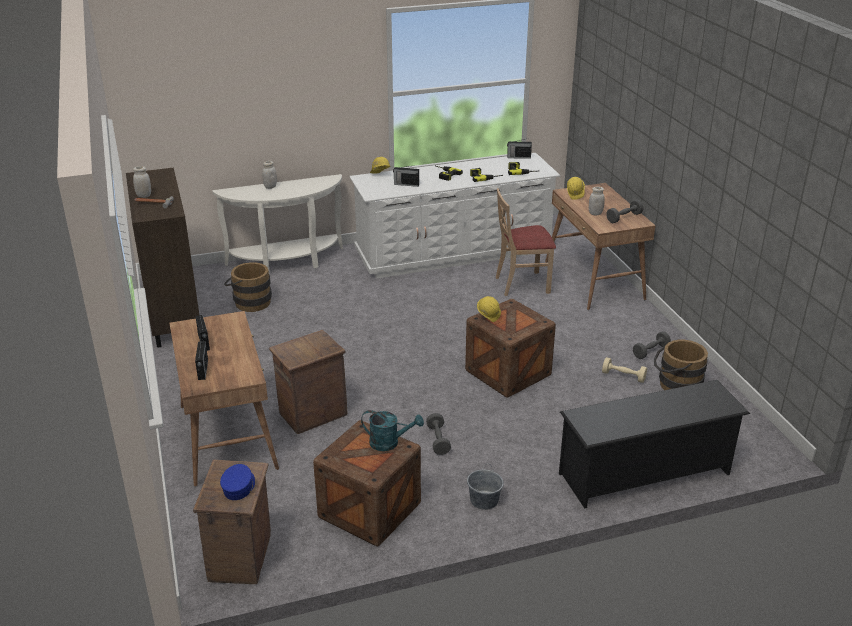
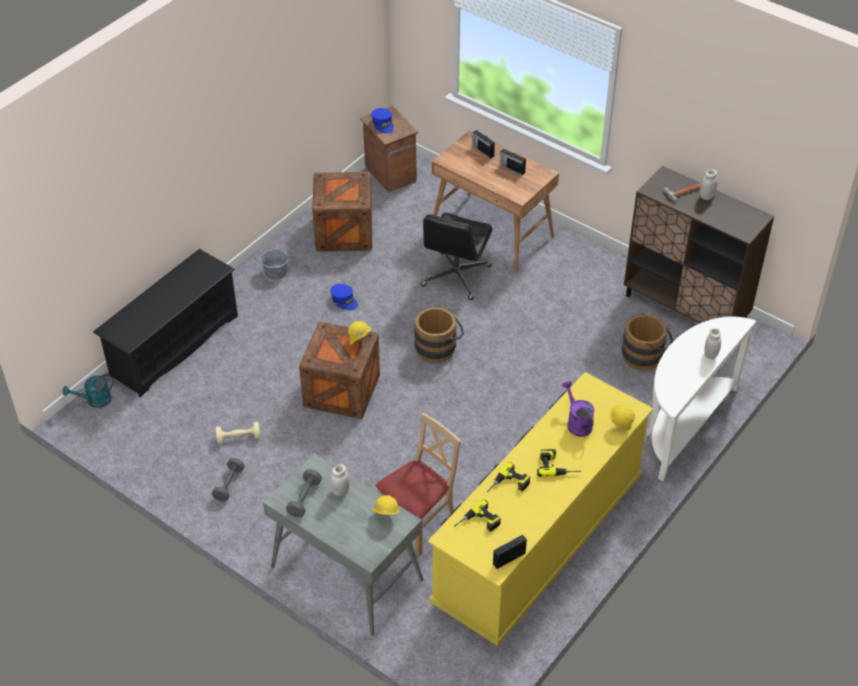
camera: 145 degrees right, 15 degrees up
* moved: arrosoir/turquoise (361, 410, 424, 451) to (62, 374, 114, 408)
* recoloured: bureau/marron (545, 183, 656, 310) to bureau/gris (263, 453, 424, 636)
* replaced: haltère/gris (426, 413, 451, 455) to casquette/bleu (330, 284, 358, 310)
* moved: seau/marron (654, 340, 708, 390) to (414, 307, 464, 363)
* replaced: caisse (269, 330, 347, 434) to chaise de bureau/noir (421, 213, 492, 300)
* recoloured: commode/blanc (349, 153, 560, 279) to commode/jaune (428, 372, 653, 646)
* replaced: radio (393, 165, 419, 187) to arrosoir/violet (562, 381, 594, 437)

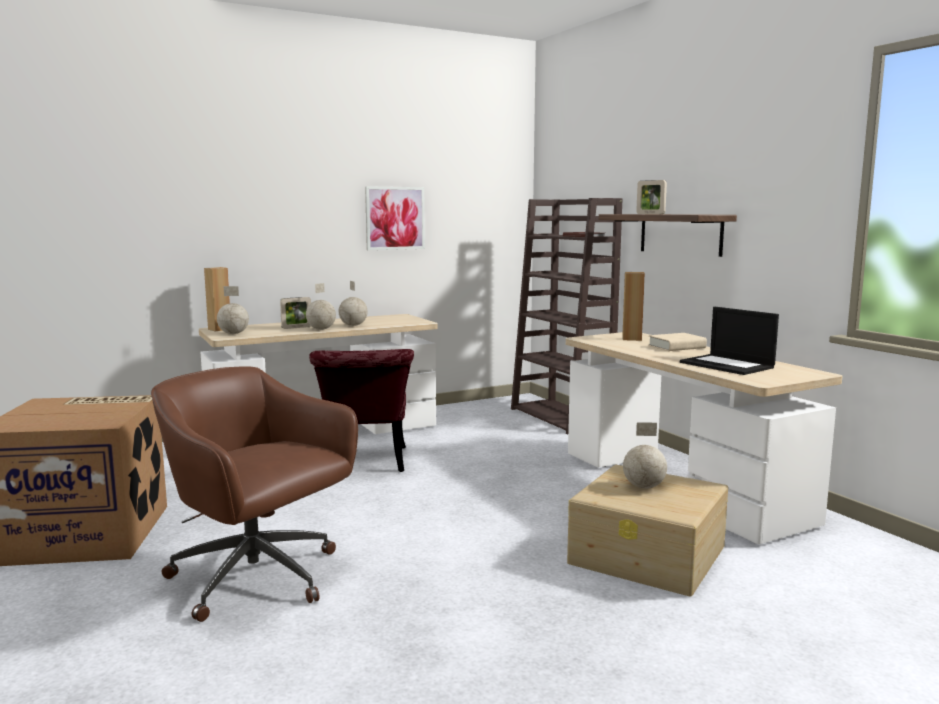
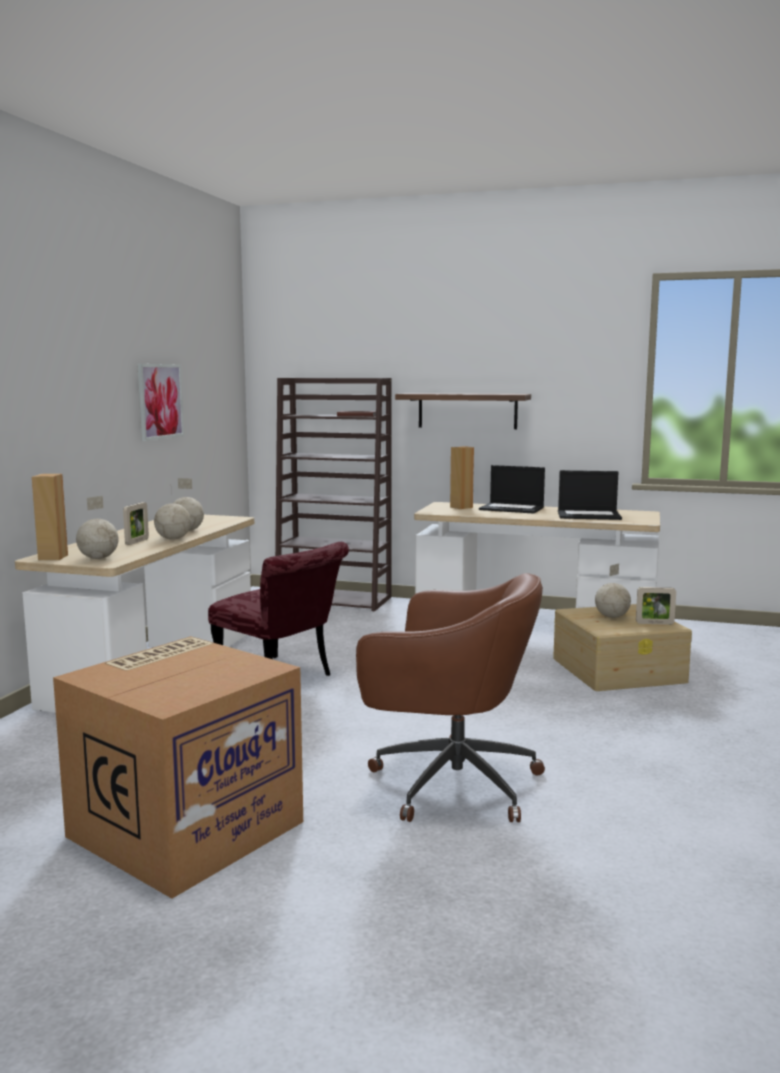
camera: 45 degrees left, 0 degrees up
* turned: chaise de bureau/marron (151, 366, 358, 622) = (356, 573, 545, 822) 150 degrees counterclockwise
* replaced: livre/beige (648, 333, 707, 351) to ordinateur portable (479, 465, 545, 514)
* moved: cadre photo (636, 180, 667, 214) to (636, 587, 676, 625)

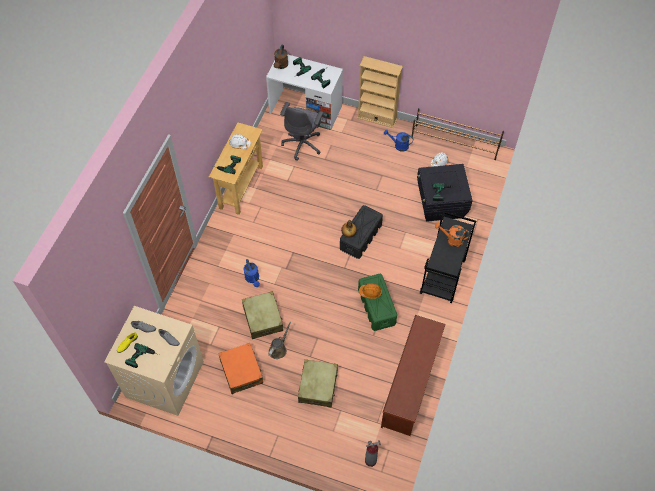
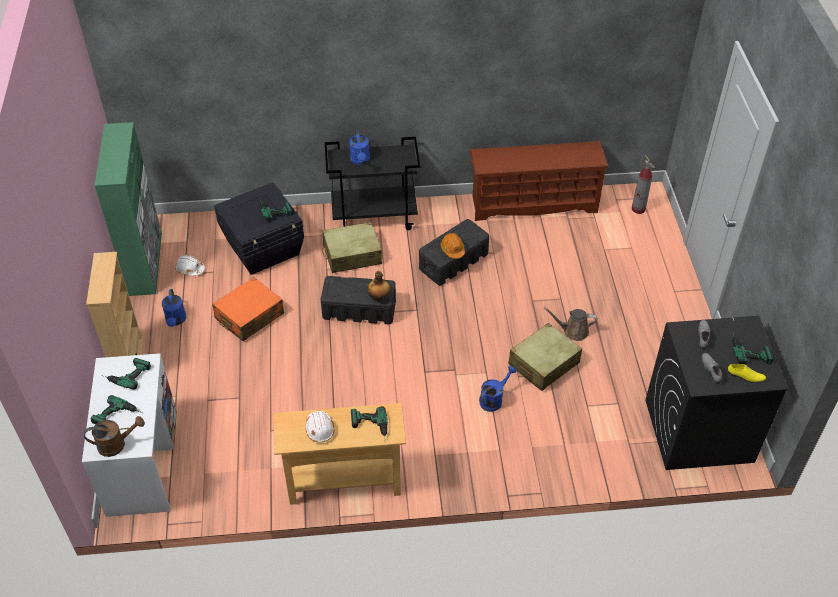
camera: 115 degrees left, 10 degrees down
* replaced: étagère à chaussures/marron (412, 108, 504, 160) to meuble de rangement/vert (95, 122, 162, 296)
* moved: valise/orange (218, 343, 263, 394) to (212, 277, 284, 341)
* moved: valise/beige (298, 359, 338, 408) to (322, 222, 382, 273)
* recoloured: arrosoir/orange (435, 222, 470, 247) to arrosoir/bleu (349, 129, 370, 165)
* recoloured: boîte de rangement/vert (358, 274, 397, 331) to boîte de rangement/noir (419, 219, 489, 286)
* recoloured: lave-linge/beige (104, 306, 204, 416) to lave-linge/noir (646, 316, 789, 470)
* removed: chaise de bureau/gris (280, 102, 324, 161)

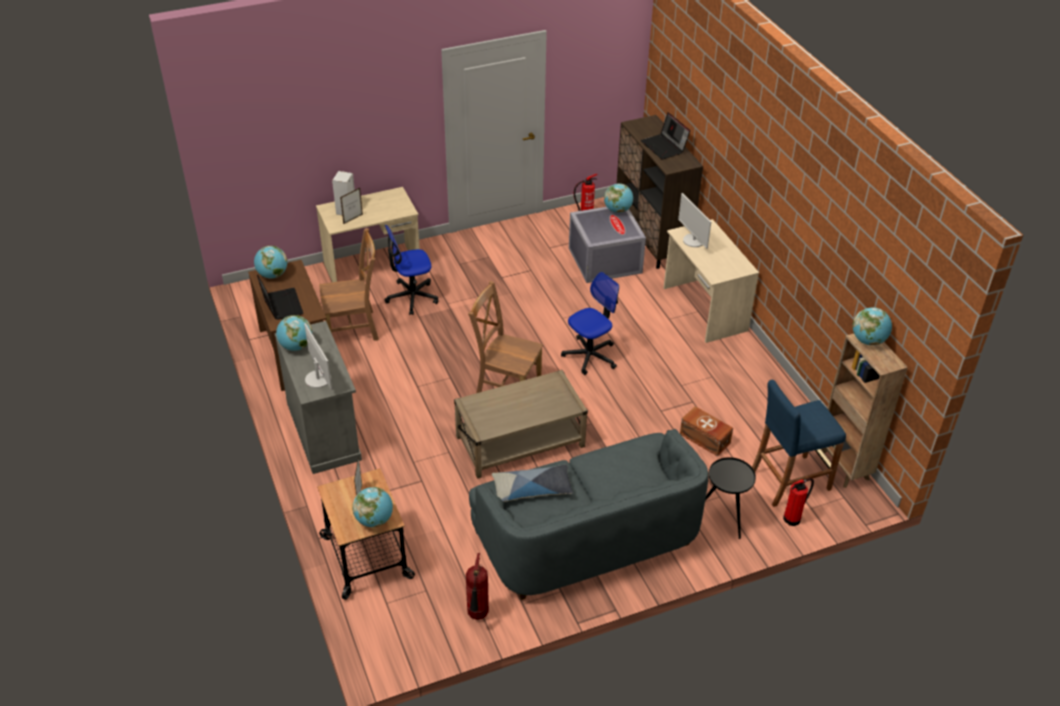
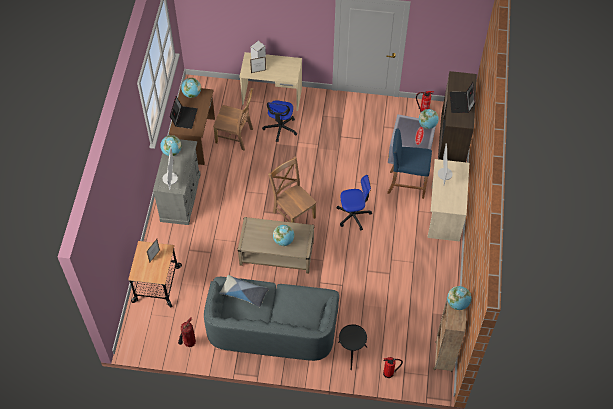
camera: 30 degrees right, 15 degrees up
* turned: chaise de bureau (385, 225, 438, 315) = (262, 100, 298, 142) 90 degrees counterclockwise
* moved: globe (352, 487, 393, 527) to (273, 225, 294, 246)
* moved: tabouret/bleu (752, 380, 846, 507) to (387, 128, 432, 199)
* removed: boîte de rangement/marron (680, 406, 733, 456)

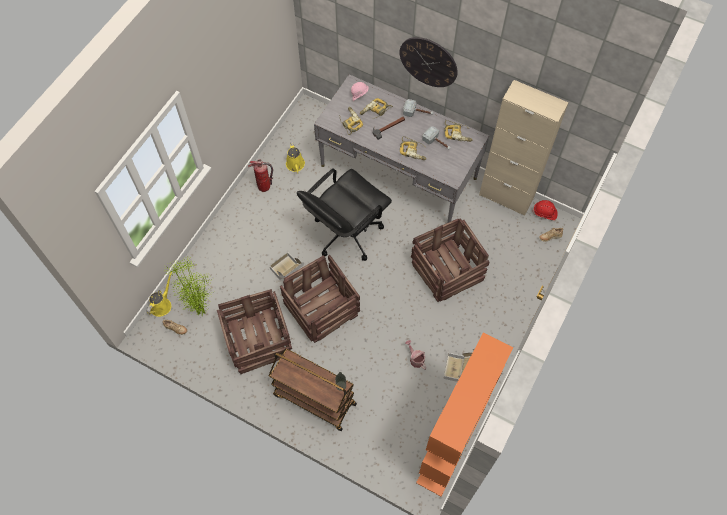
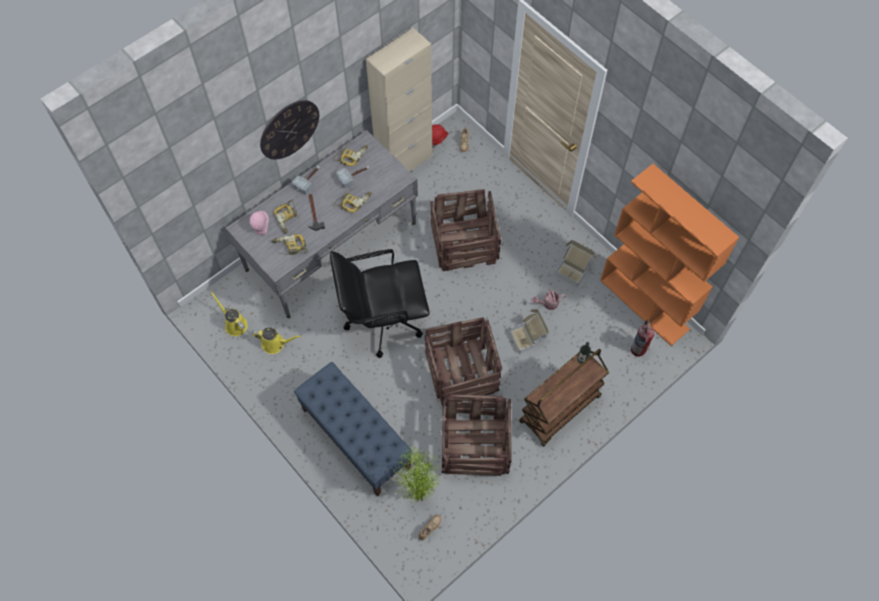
camera: 70 degrees left, 0 degrees up
* moved: arrosoir/jaune (147, 272, 172, 317) to (210, 291, 248, 336)
* added: banc/bleu (294, 362, 413, 497)
* turned: chaise de bureau/noir (297, 168, 392, 261) = (330, 249, 429, 358) 105 degrees clockwise
* moved: carton (270, 252, 304, 280) to (509, 309, 549, 354)
* moved: extincteur (248, 159, 273, 192) to (631, 320, 654, 357)

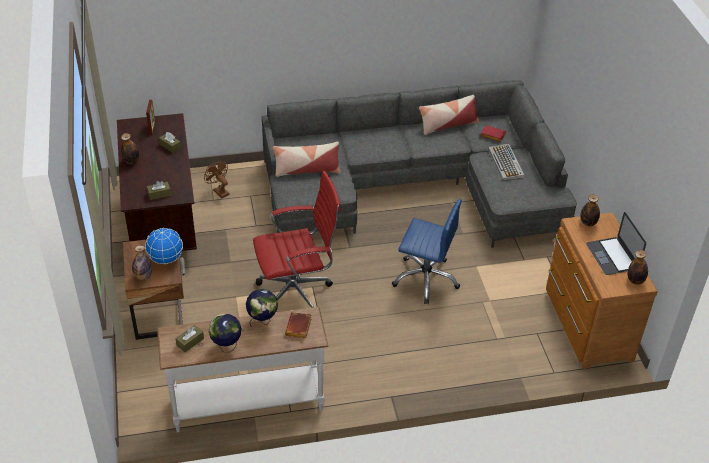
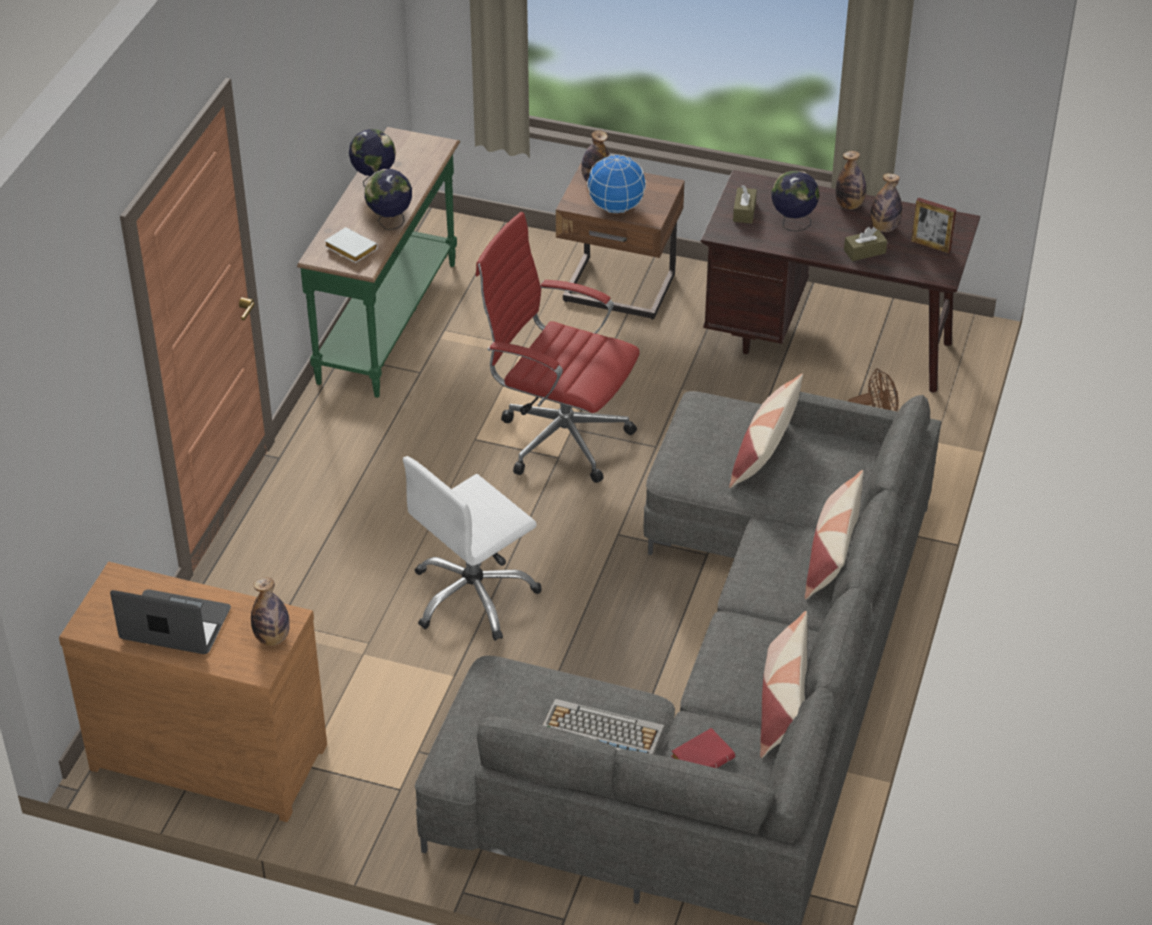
camera: 120 degrees right, 0 degrees up
* recoloured: table console/blanc (157, 307, 329, 432) to table console/vert (297, 127, 460, 398)
* recoloured: livre/marron (285, 312, 312, 338) to livre/blanc (324, 227, 378, 263)
* recoloured: chaise de bureau/bleu (392, 199, 462, 304) to chaise de bureau/blanc (403, 456, 542, 641)
* turned: chaise de bureau/rouge (253, 171, 341, 308) = (475, 212, 640, 483) 105 degrees clockwise
* added: globe (771, 171, 819, 231)
* added: coussin (805, 470, 864, 600)
* moved: bouteille (628, 250, 648, 285) to (870, 173, 902, 232)
* removed: boîte à mouchoirs/marron (176, 325, 204, 352)

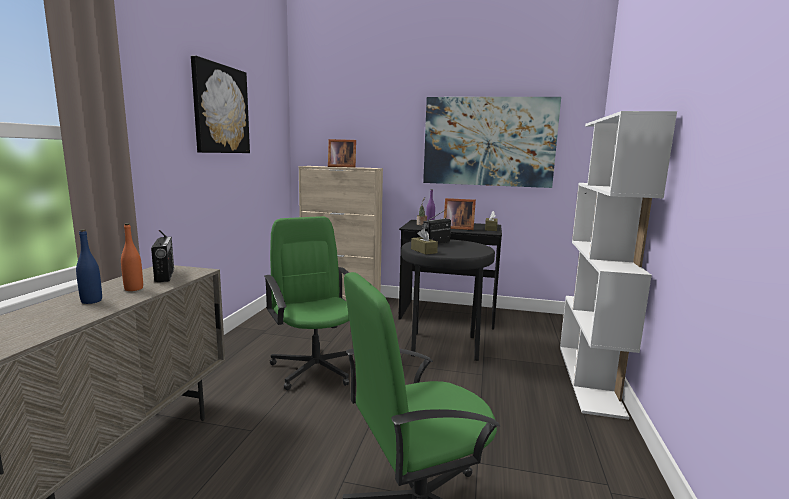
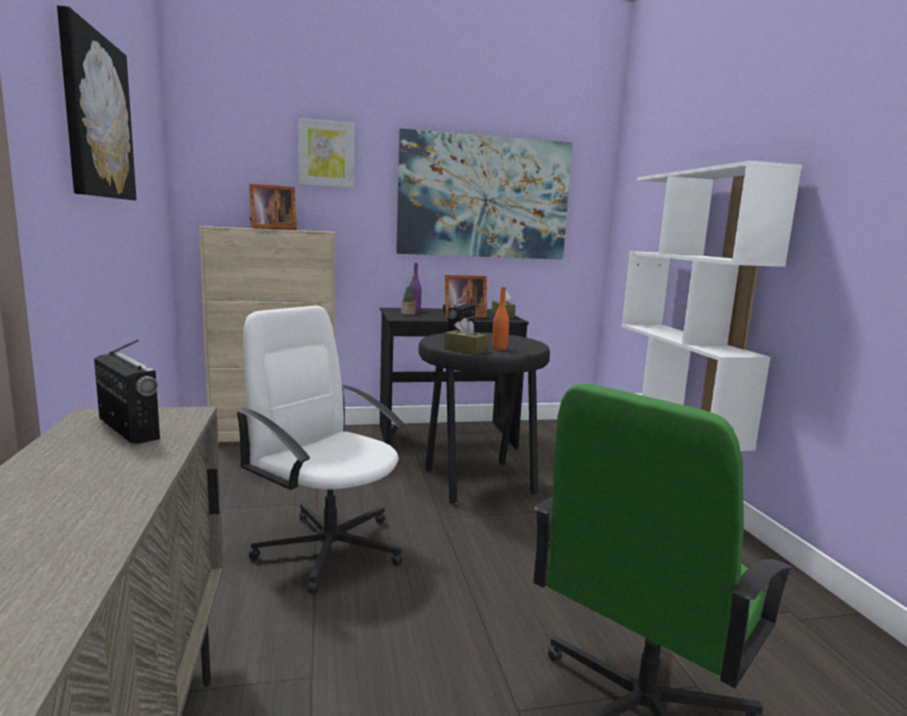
camera: 25 degrees left, 0 degrees up
* recoloured: chaise de bureau/vert (264, 216, 355, 390) to chaise de bureau/blanc (235, 306, 405, 594)
* added: tableau (298, 118, 355, 188)
* moved: bouteille/orange (121, 223, 143, 291) to (492, 287, 509, 350)
* removed: bouteille/bleu (76, 230, 102, 304)

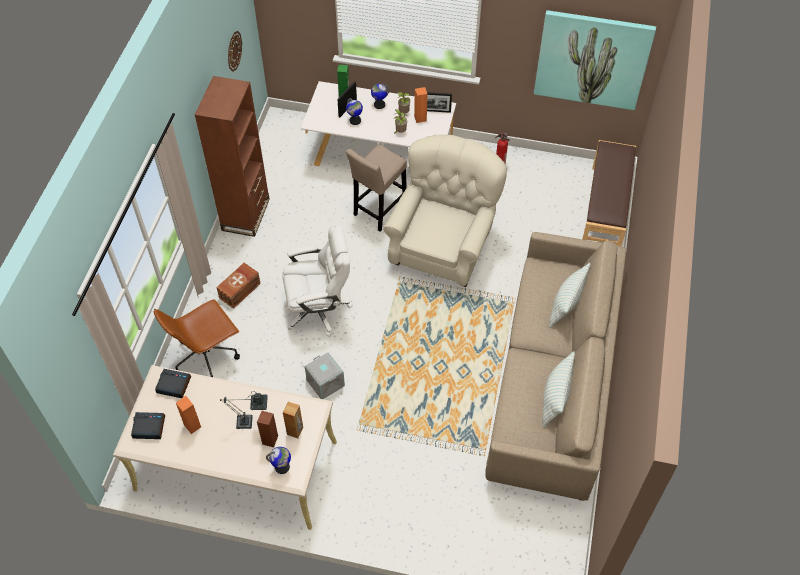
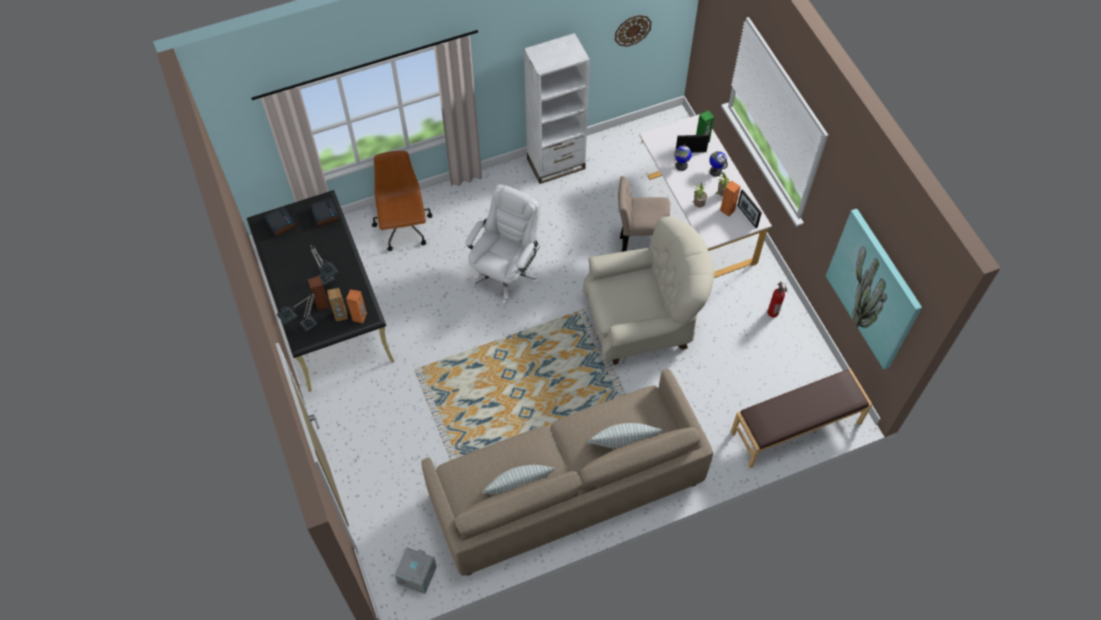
camera: 55 degrees right, 5 degrees up
* recoloured: bureau/beige (113, 365, 337, 530) to bureau/noir (247, 190, 395, 392)
* replaced: globe (266, 447, 291, 474) to lampe de table (277, 293, 318, 332)
* moved: enceinte/orange (176, 396, 201, 434) to (346, 289, 367, 323)
* turned: chaise de bureau/marron (154, 299, 240, 377) = (372, 151, 433, 251) 60 degrees clockwise
* moved: boîte de rangement/gris (305, 353, 345, 399) to (394, 547, 437, 594)
* turned: chaise de bureau/blanc (282, 225, 353, 337) = (465, 184, 540, 304) 105 degrees counterclockwise
* recoloured: bibliothèque/marron (195, 76, 270, 237) to bibliothèque/blanc (524, 33, 590, 184)
* removed: boîte de rangement/marron (216, 263, 261, 309)

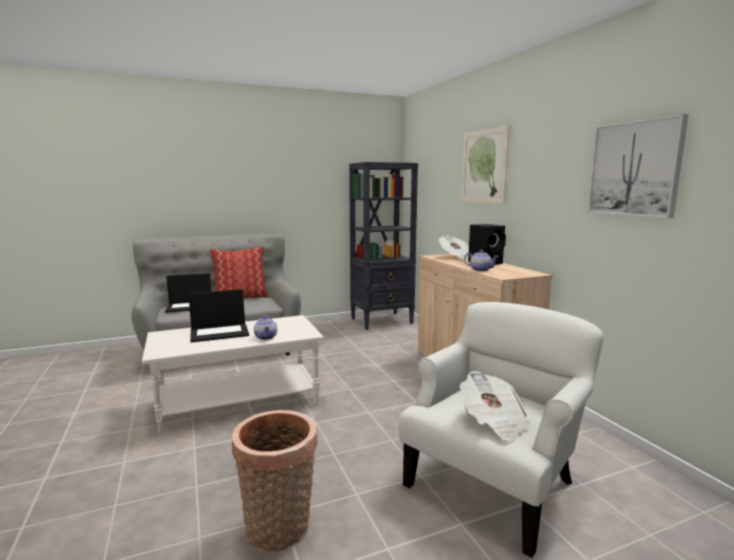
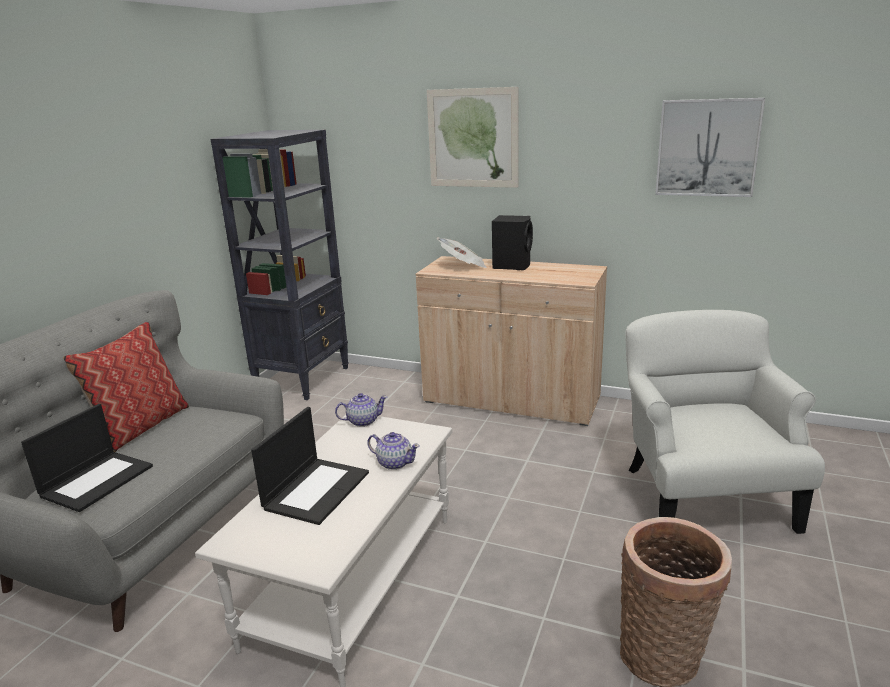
camera: 45 degrees left, 10 degrees up
* moved: théière (464, 250, 499, 271) to (335, 393, 387, 427)
* removed: journal (460, 371, 530, 441)

